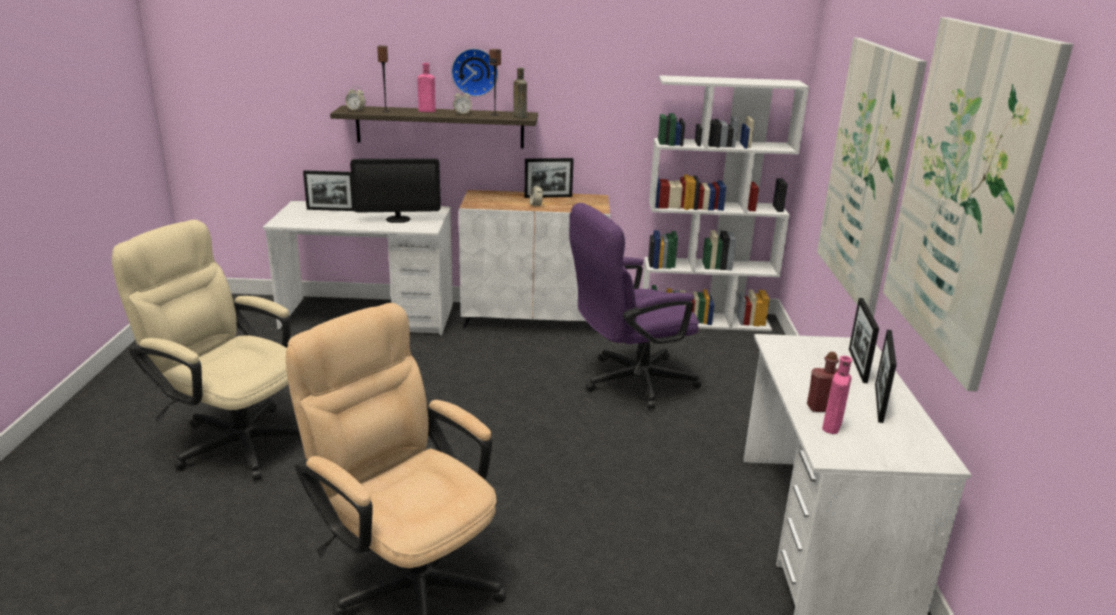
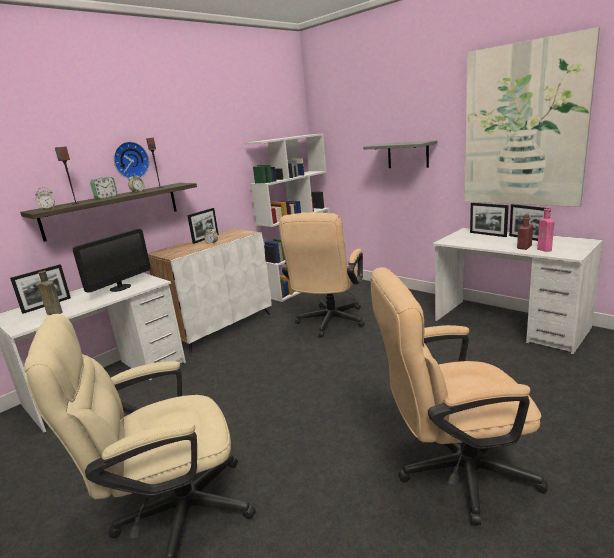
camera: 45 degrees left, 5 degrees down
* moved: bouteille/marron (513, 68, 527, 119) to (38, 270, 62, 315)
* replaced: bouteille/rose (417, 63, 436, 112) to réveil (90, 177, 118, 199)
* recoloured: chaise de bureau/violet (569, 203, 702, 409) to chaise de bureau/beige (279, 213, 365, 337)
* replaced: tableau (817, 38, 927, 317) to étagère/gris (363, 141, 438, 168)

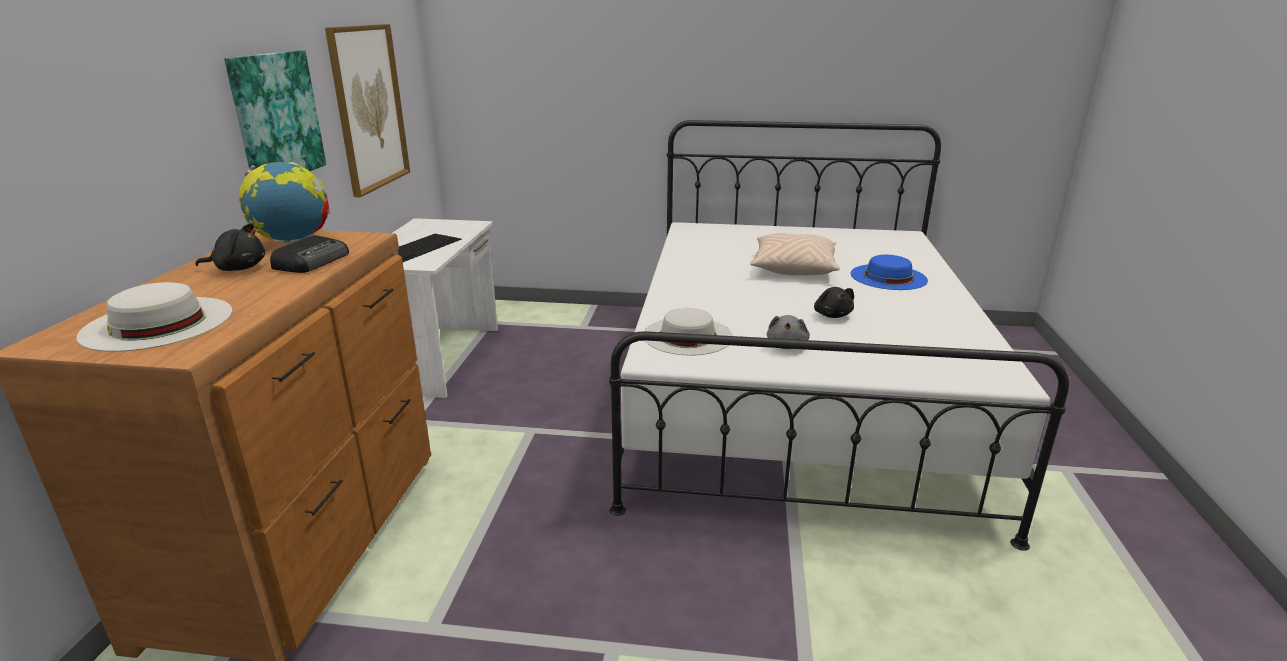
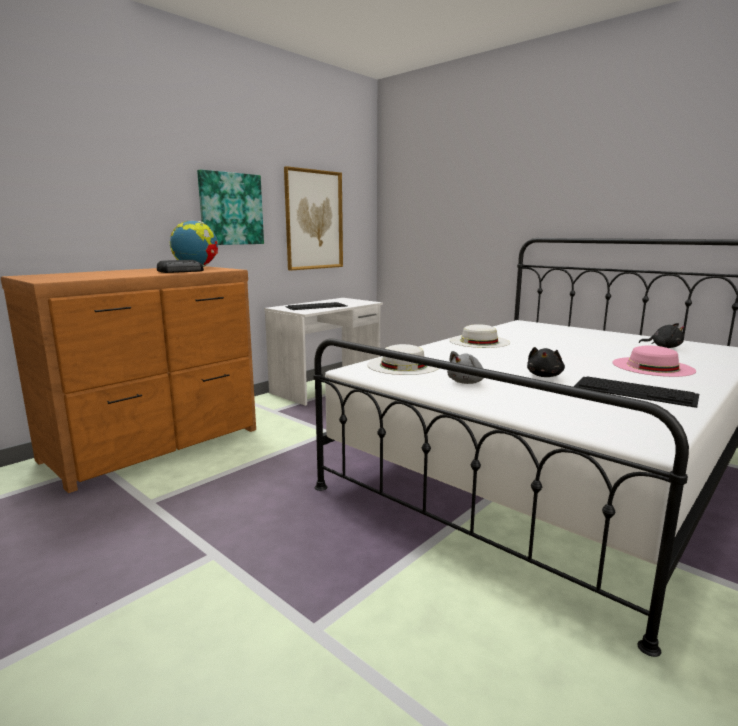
camera: 35 degrees right, 10 degrees down
* moved: chapeau/blanc (77, 282, 232, 352) to (449, 324, 510, 348)
* added: clavier (574, 376, 699, 408)
* recoloured: chapeau/bleu (851, 255, 928, 290) to chapeau/rose (612, 345, 696, 377)
* moved: peluche/noir (195, 223, 265, 271) to (639, 323, 685, 348)
* removed: coussin/beige (750, 233, 840, 276)

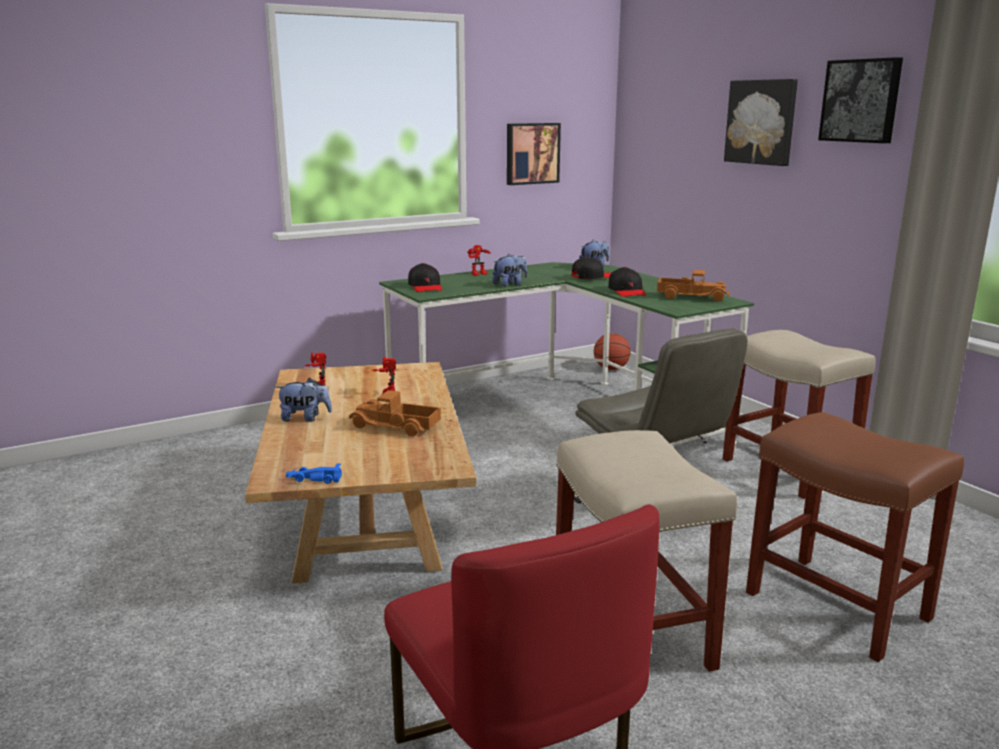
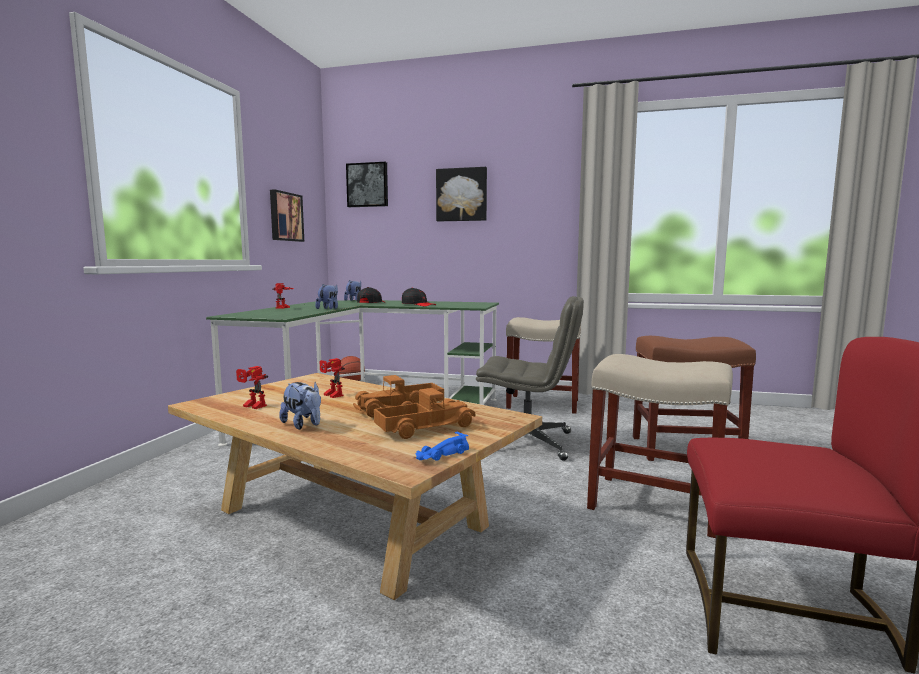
camera: 45 degrees left, 10 degrees down
* turned: peluche (276, 378, 332, 422) = (279, 382, 321, 430) 90 degrees clockwise
* moved: tableau (818, 57, 903, 143) to (346, 162, 388, 207)
* moved: camion jouet (657, 270, 730, 302) to (374, 388, 475, 439)
* removed: casquette/noir (408, 263, 442, 292)

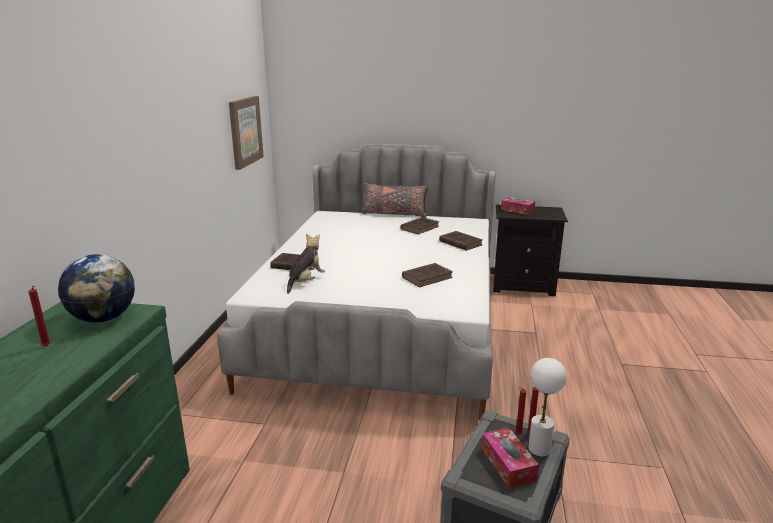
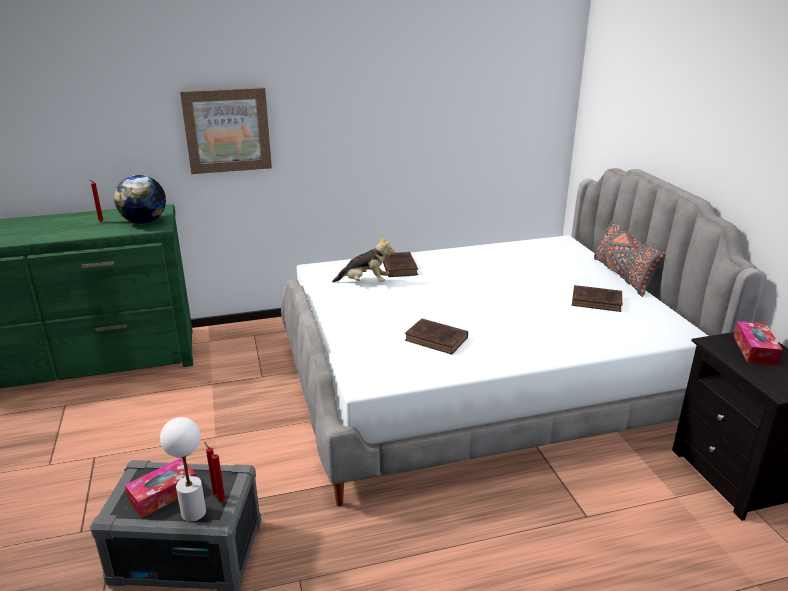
camera: 65 degrees right, 5 degrees up
* moved: tableau (229, 96, 264, 170) to (180, 87, 272, 174)
* removed: livre/marron (439, 231, 482, 251)

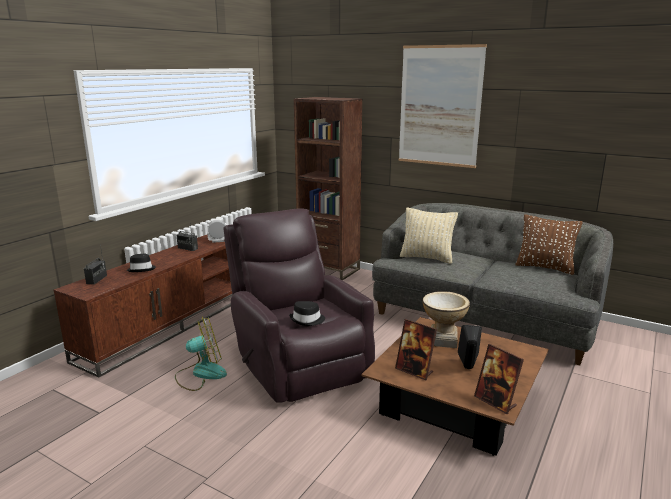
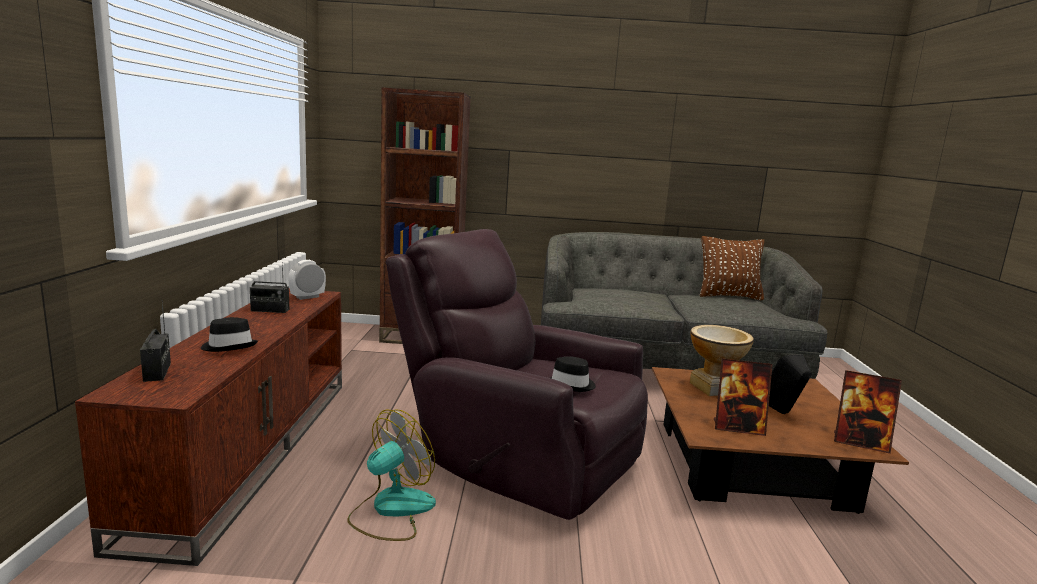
camera: 30 degrees left, 5 degrees down
* removed: tableau (399, 44, 487, 168)
* removed: coussin/beige (400, 207, 458, 264)

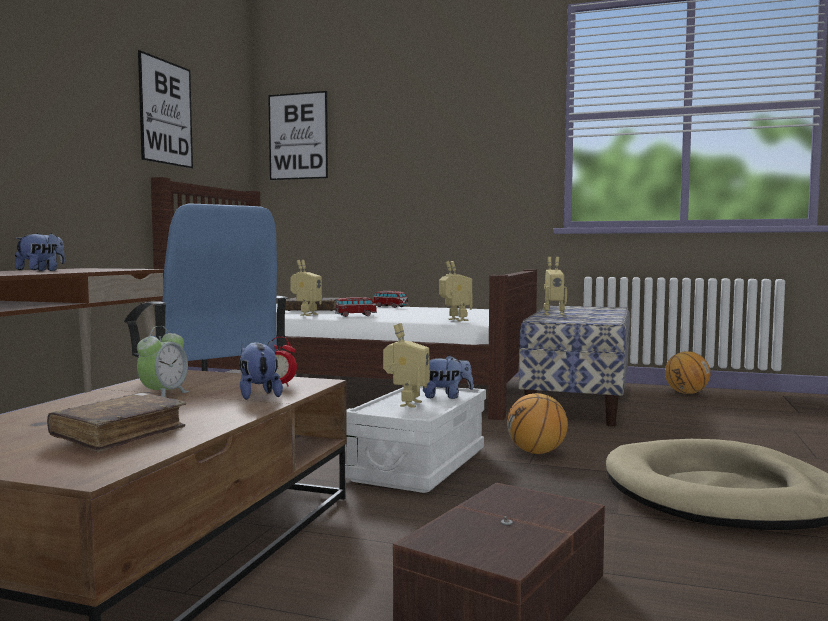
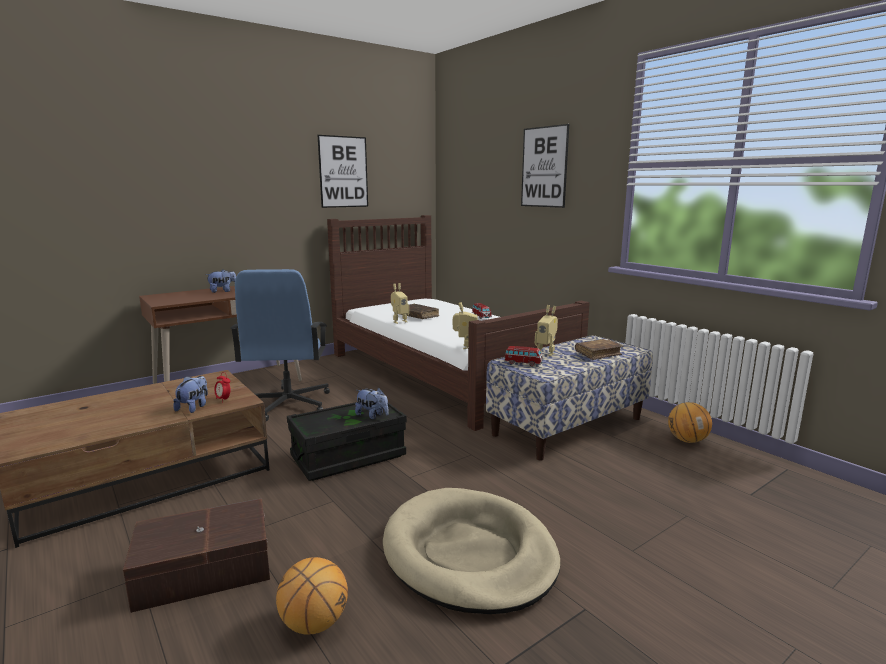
camera: 35 degrees right, 10 degrees up
* moved: ballon de basket (507, 393, 568, 454) to (276, 557, 348, 635)
* recoloured: boîte de rangement/blanc (345, 386, 486, 493) to boîte de rangement/noir (287, 402, 407, 481)
* moved: petite voiture (335, 297, 377, 317) to (504, 346, 543, 367)
* moved: tableau (268, 91, 328, 180) to (521, 124, 569, 208)
* moved: livre/marron (47, 393, 186, 452) to (575, 339, 623, 360)
* removed: réveil (137, 326, 190, 397)
* removed: robot jouet (383, 323, 430, 408)

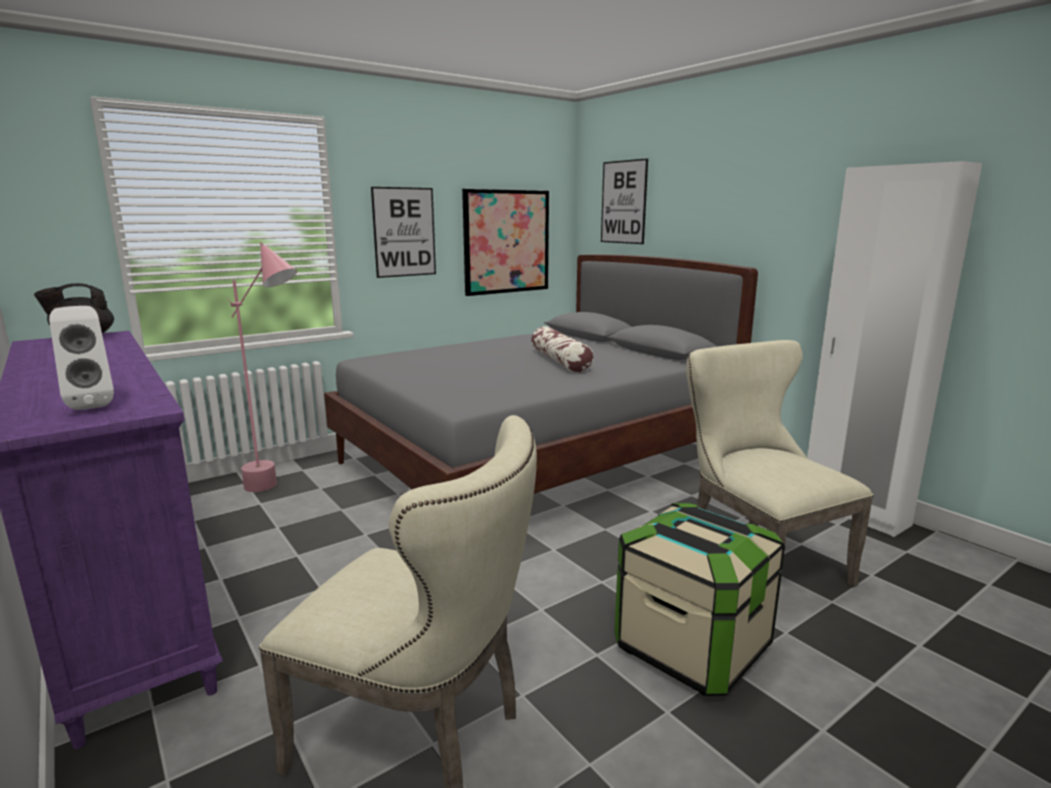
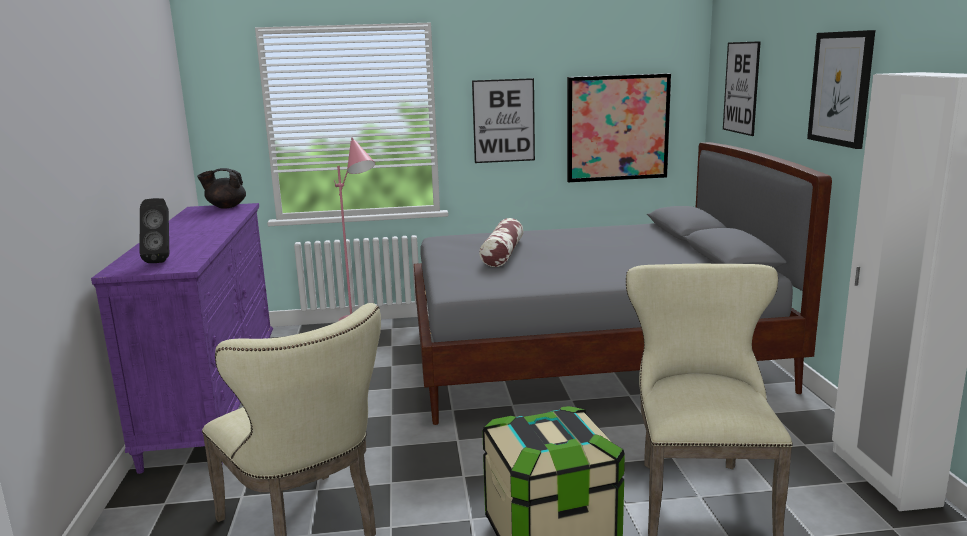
camera: 30 degrees right, 0 degrees up
* recoloured: enceinte/blanc (49, 306, 114, 410) to enceinte/noir (140, 198, 169, 263)
* moved: coussin (531, 326, 594, 373) to (479, 218, 523, 267)
* added: tableau (807, 30, 875, 149)

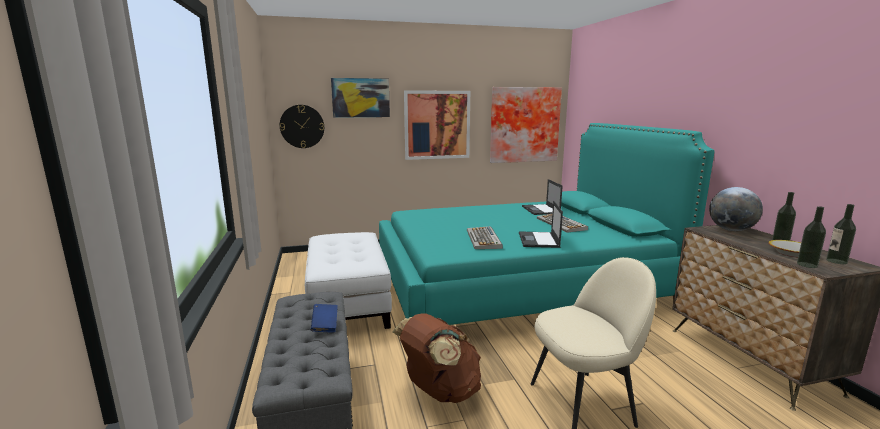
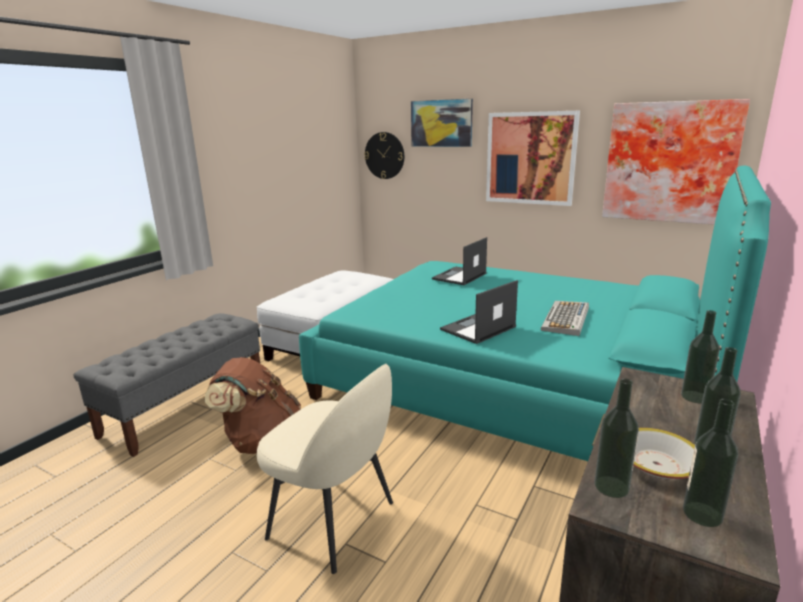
camera: 45 degrees right, 5 degrees up
* moved: ordinateur portable (522, 179, 563, 215) to (432, 237, 487, 285)
* replaced: globe (709, 187, 763, 231) to bouteille (681, 310, 720, 404)
* removed: livre/bleu (311, 304, 338, 332)
* removed: clavier (467, 226, 503, 249)

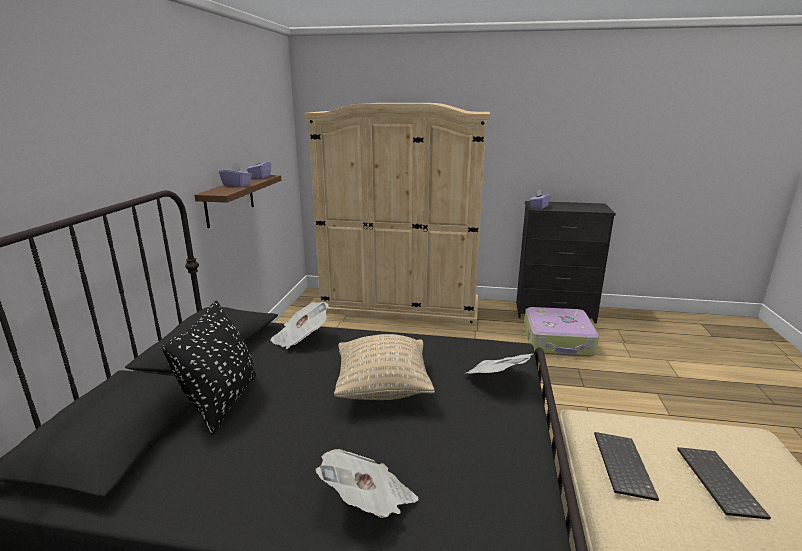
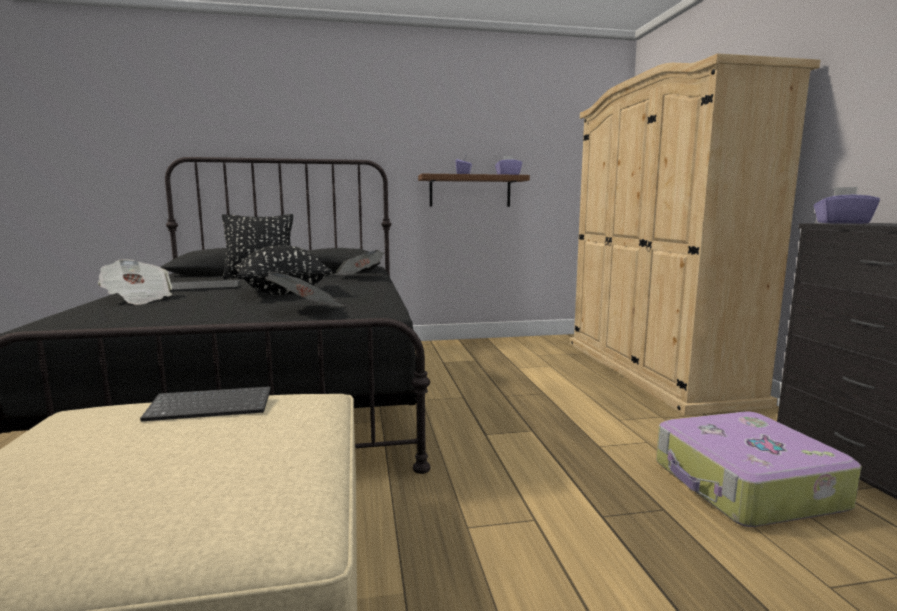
camera: 70 degrees right, 10 degrees down
* moved: clavier (677, 447, 771, 520) to (169, 280, 240, 292)
* recoloured: coussin/beige (334, 334, 435, 400) to coussin/noir (235, 245, 332, 295)

